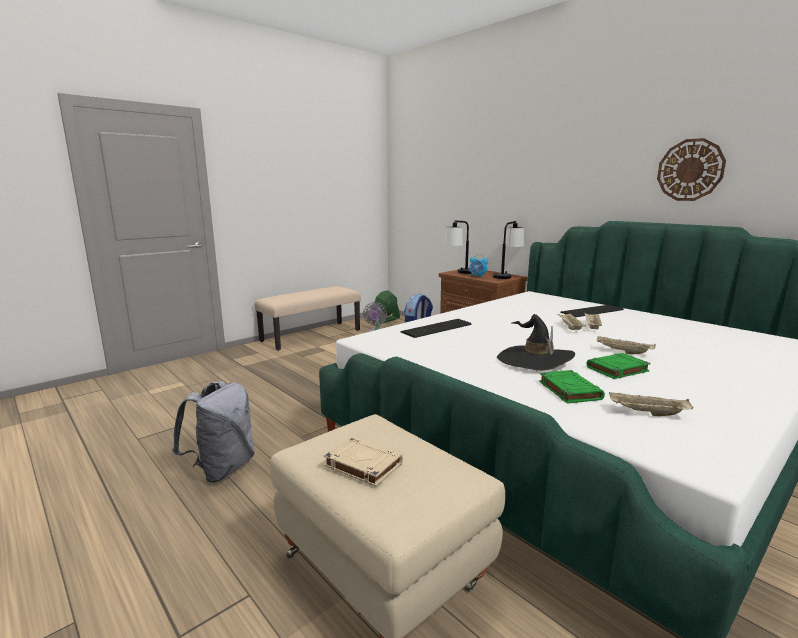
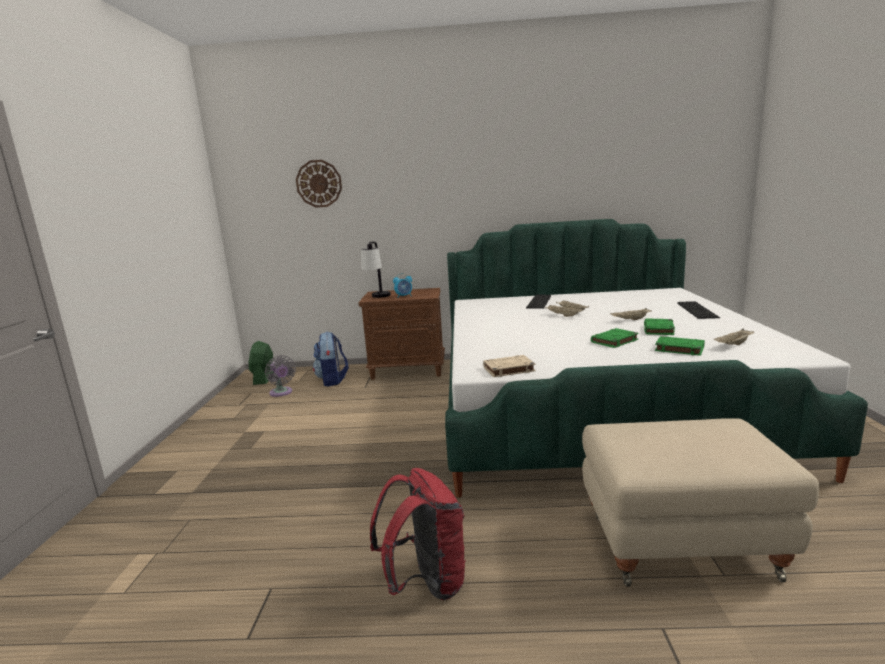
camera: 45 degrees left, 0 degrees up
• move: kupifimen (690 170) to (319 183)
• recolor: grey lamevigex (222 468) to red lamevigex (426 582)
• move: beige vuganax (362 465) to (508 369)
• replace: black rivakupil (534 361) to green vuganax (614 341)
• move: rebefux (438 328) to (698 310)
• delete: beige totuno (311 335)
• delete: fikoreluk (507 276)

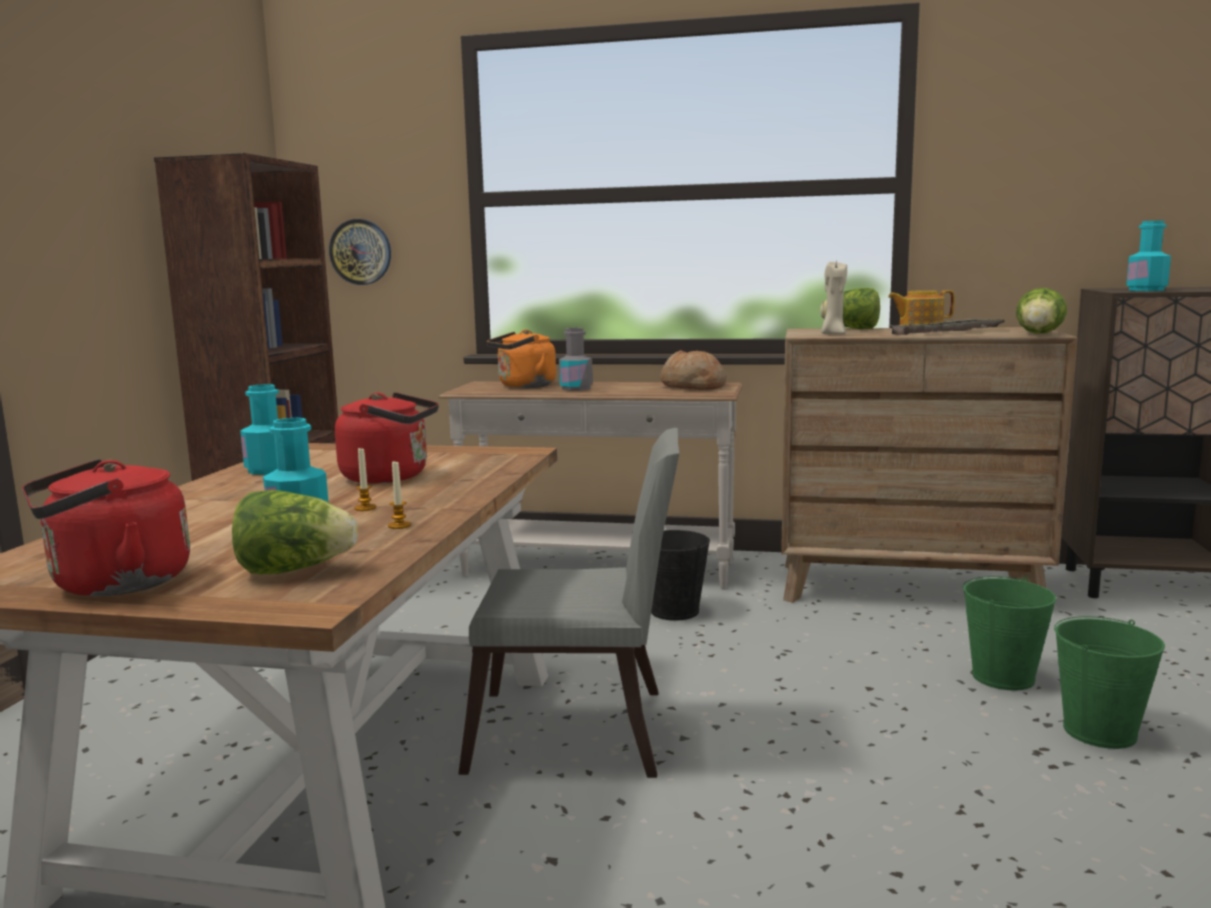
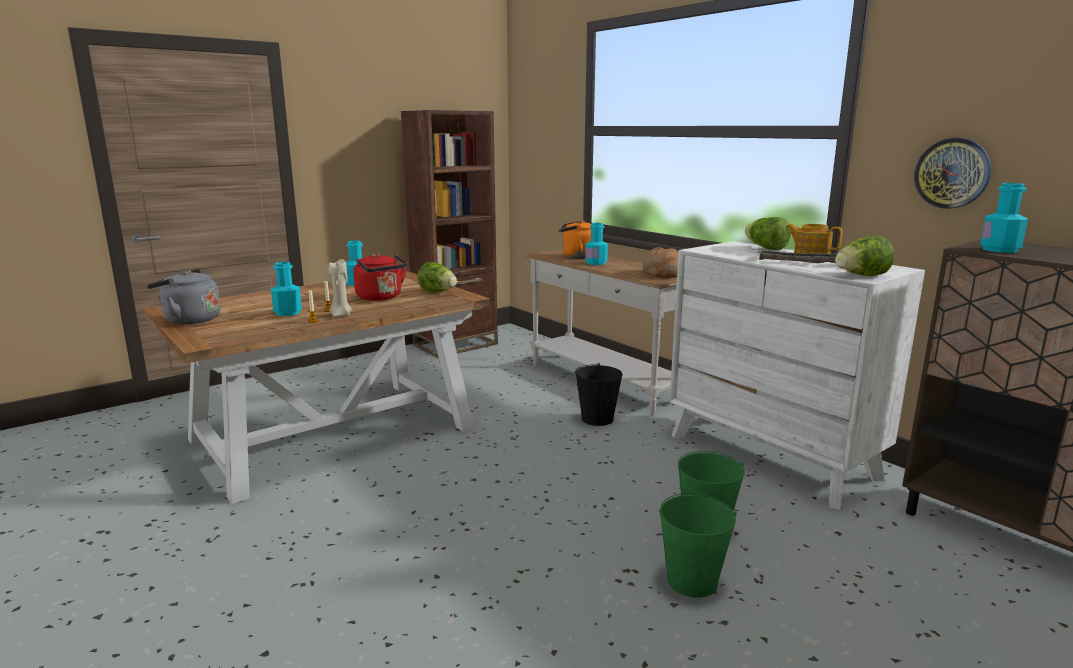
camera: 40 degrees right, 5 degrees up
• recolor: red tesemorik (113 585) to grey tesemorik (189 320)
• move: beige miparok (833 334) to (341 315)
• move: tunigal (295 570) to (438 292)
• recolor: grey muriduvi (576 388) to turquoise muriduvi (596 263)
• recolor: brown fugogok (907 588) to white fugogok (771 456)
• move: kupifimen (361 252) to (952 173)
• delete: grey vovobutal (582 734)

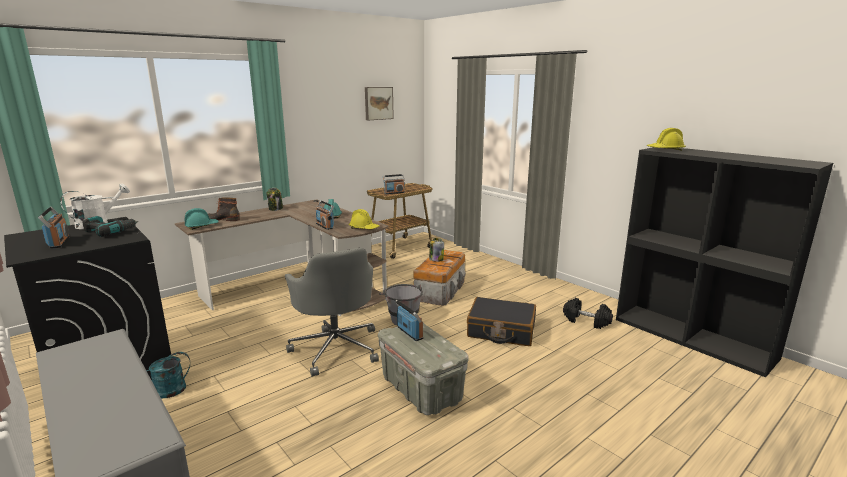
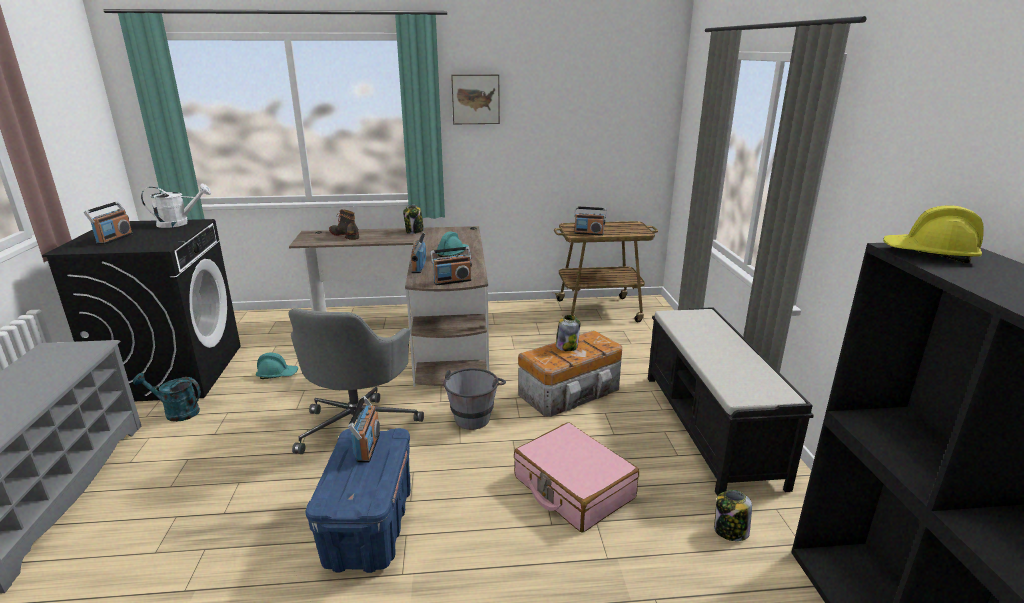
camera: 35 degrees right, 5 degrees up
• move: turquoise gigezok (201 226) to (277 374)
• recolor: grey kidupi (420 389) to blue kidupi (369 526)
• replace: yellow gigezok (364 228) to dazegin (452 281)
• move: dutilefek (378 103) to (475 99)
• recolor: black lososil (501 331) to pink lososil (573 488)
• insert: black totuno (710 428)
• replace: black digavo (586 321) to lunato (730 531)
• delete: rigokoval (110 231)

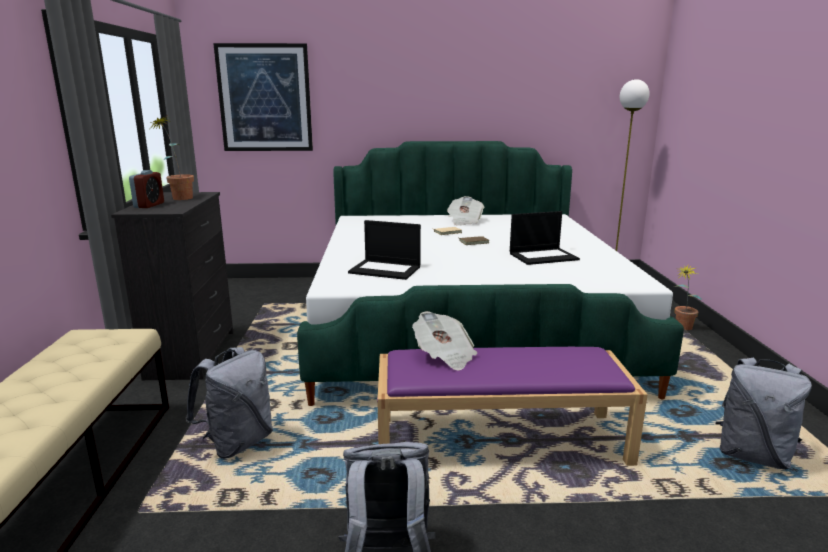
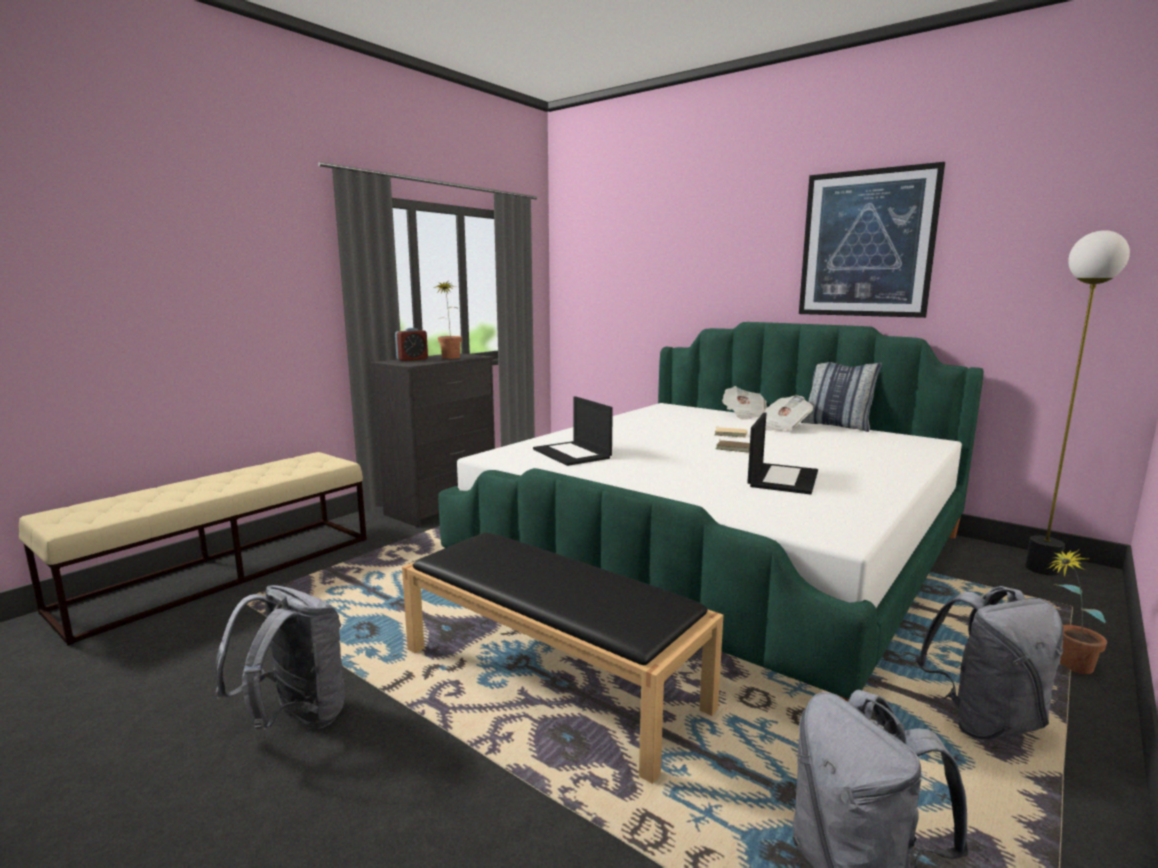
camera: 40 degrees right, 5 degrees down
• recolor: purple totuno (501 440) to black totuno (553 678)
• move: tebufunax (444 356) to (744 414)
• rotate: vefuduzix (543 256) = (782 478) 90 degrees counterclockwise
• move: dutilefek (265 98) to (866 244)
• insert: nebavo (837 425)
• move: grey lamevigex (237 443) to (984 721)

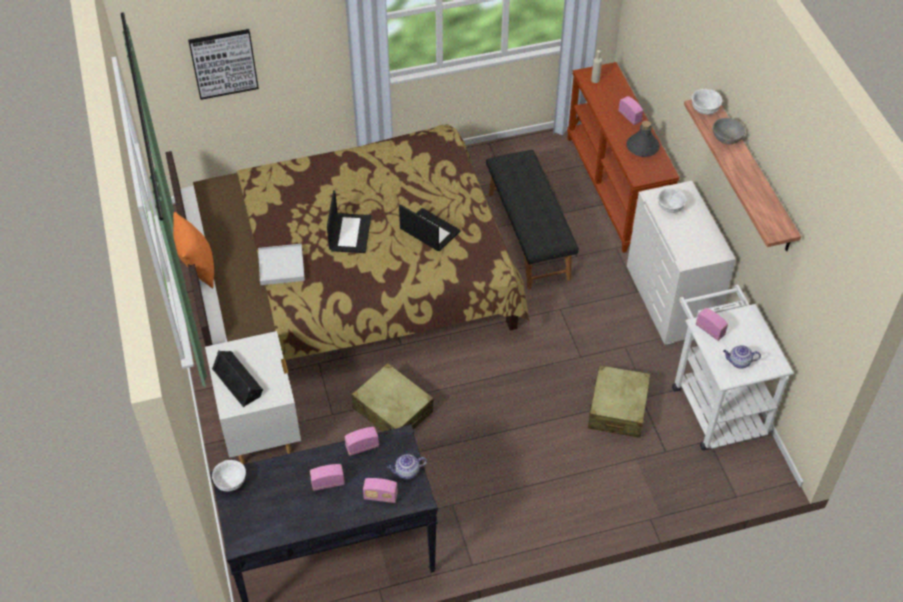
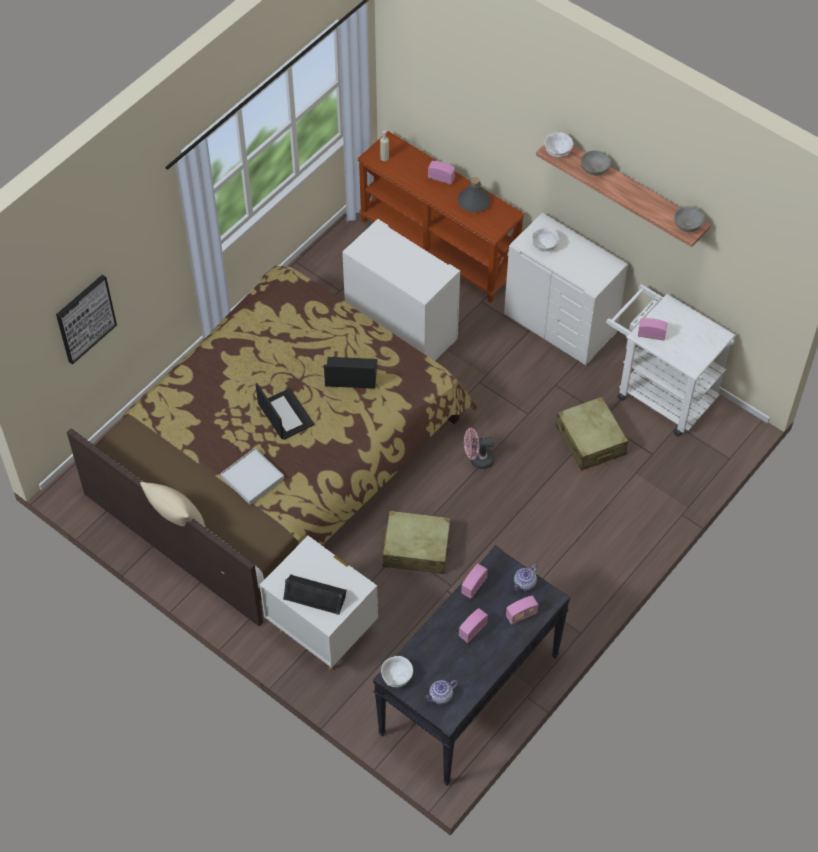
camera: 35 degrees left, 5 degrees up
• recolor: orange nebavo (198 269) to beige nebavo (177 522)
• replace: black totuno (527 235) to white fugogok (400 331)
• move: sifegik (738 362) to (440 696)
• insert: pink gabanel (477 460)
• insert: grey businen (686 226)

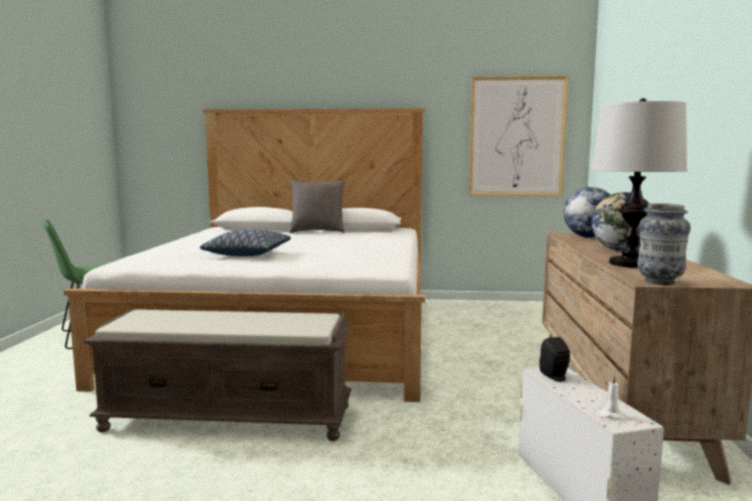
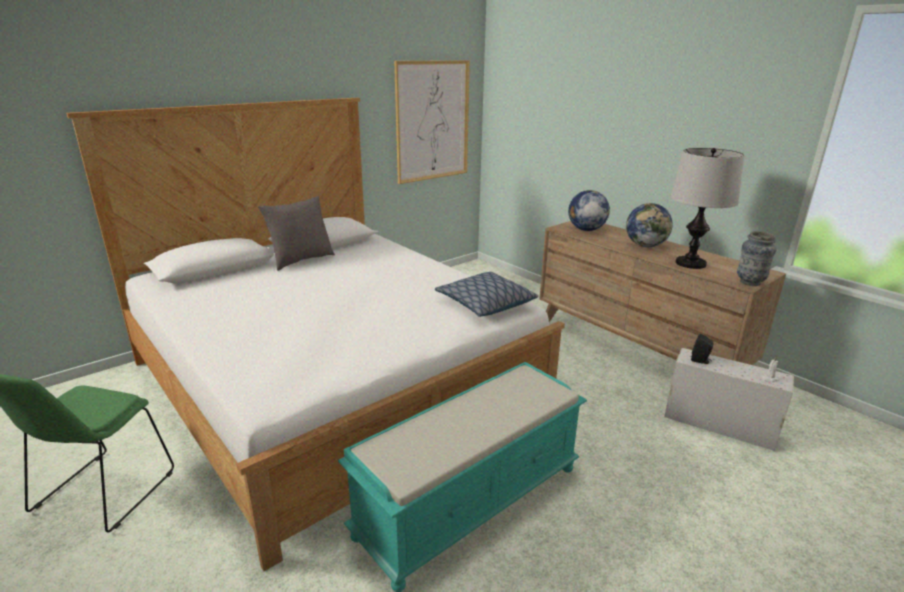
camera: 45 degrees left, 15 degrees up
• recolor: brown totuno (230 418) to turquoise totuno (470 499)
• move: nebavo (247 254) to (485 304)

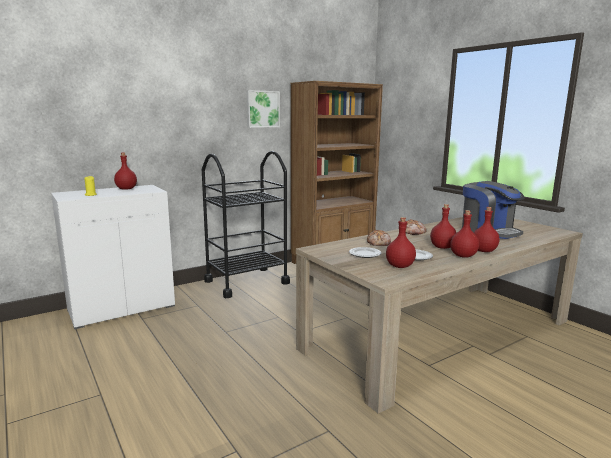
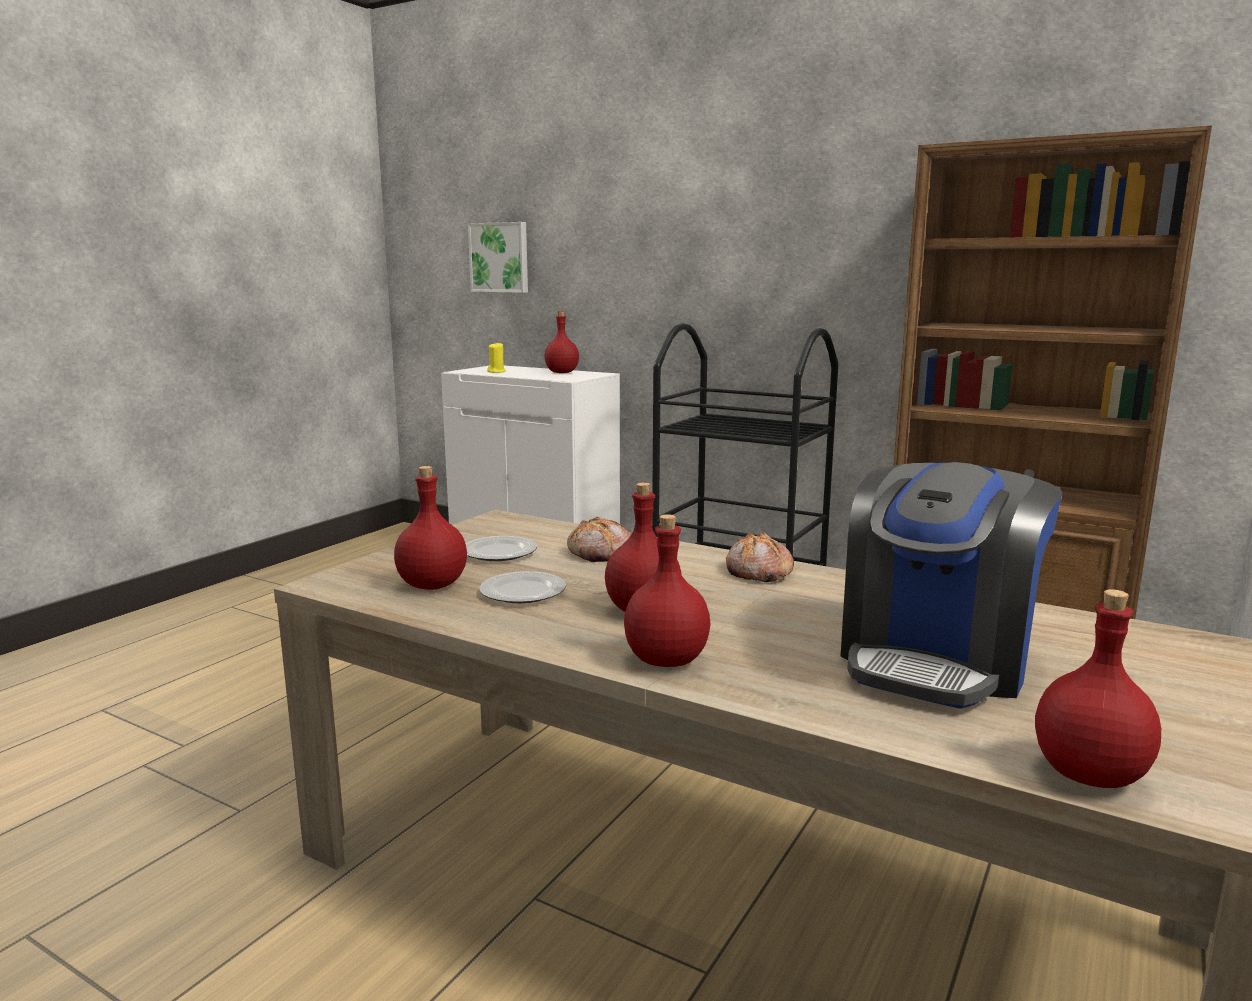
camera: 65 degrees right, 0 degrees up
• move: dutilefek (262 109) to (500 257)
• move: red muriduvi (463 256) to (1090 773)

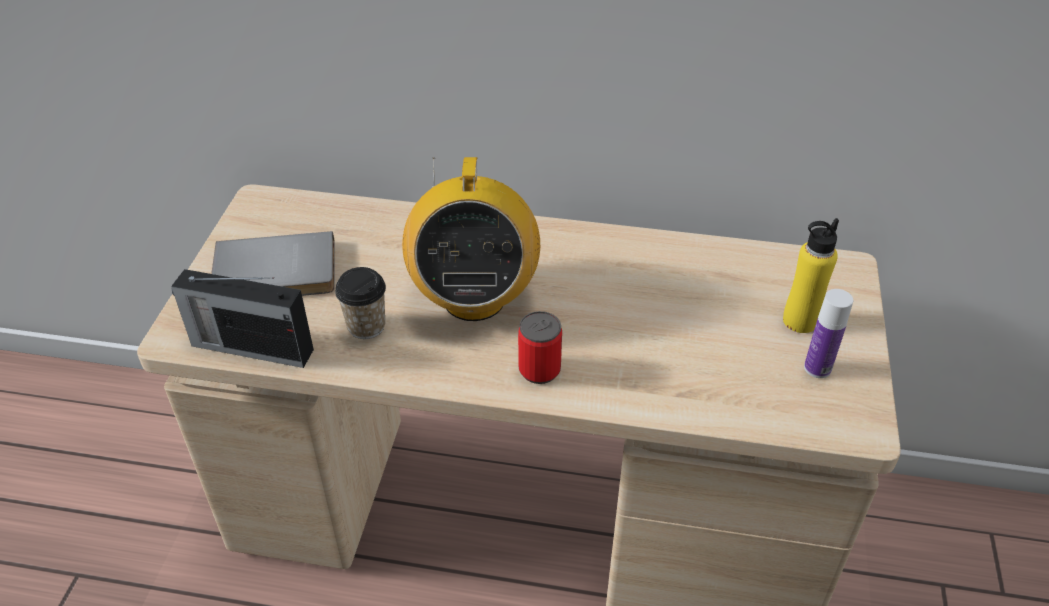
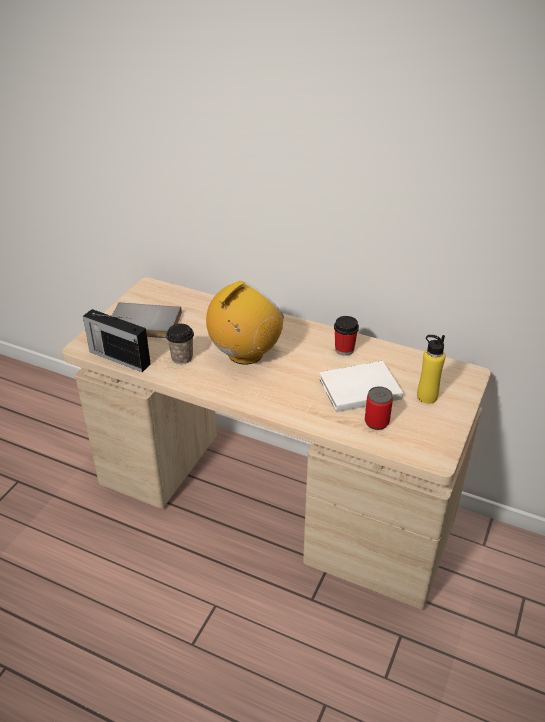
camera: 15 degrees right, 5 degrees down
• rotate: dazegin (473 298) = (245 353) 150 degrees counterclockwise
• insert: white vuganax (357 388)
• insert: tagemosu (344 349)
• move: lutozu (539 370) to (376 422)
• delete: muriduvi (817 368)

